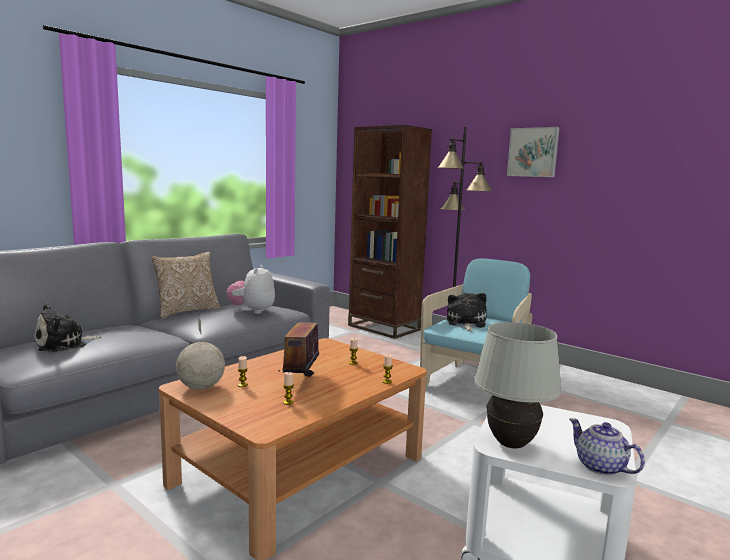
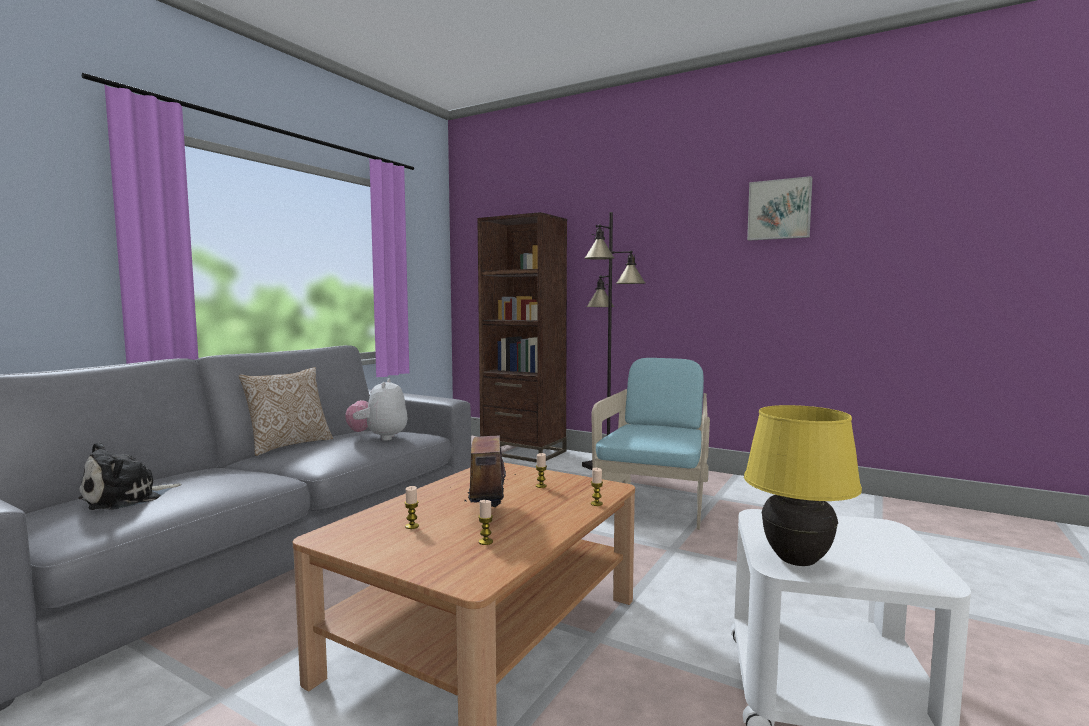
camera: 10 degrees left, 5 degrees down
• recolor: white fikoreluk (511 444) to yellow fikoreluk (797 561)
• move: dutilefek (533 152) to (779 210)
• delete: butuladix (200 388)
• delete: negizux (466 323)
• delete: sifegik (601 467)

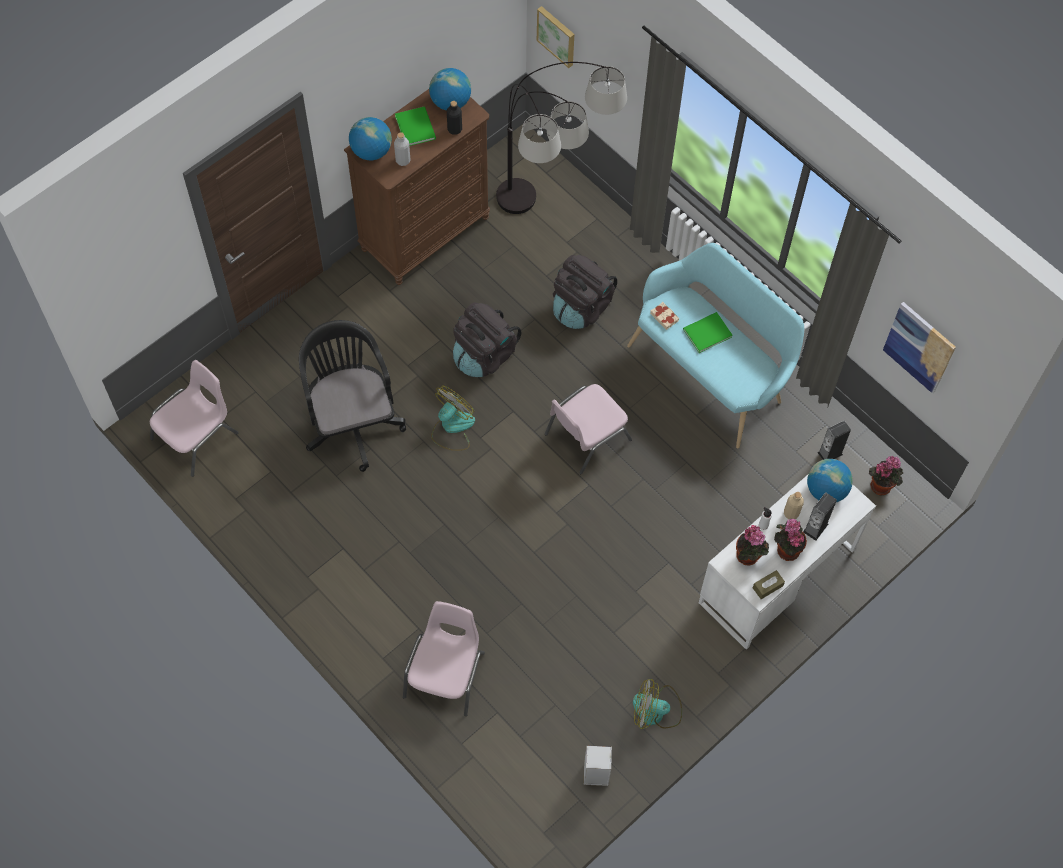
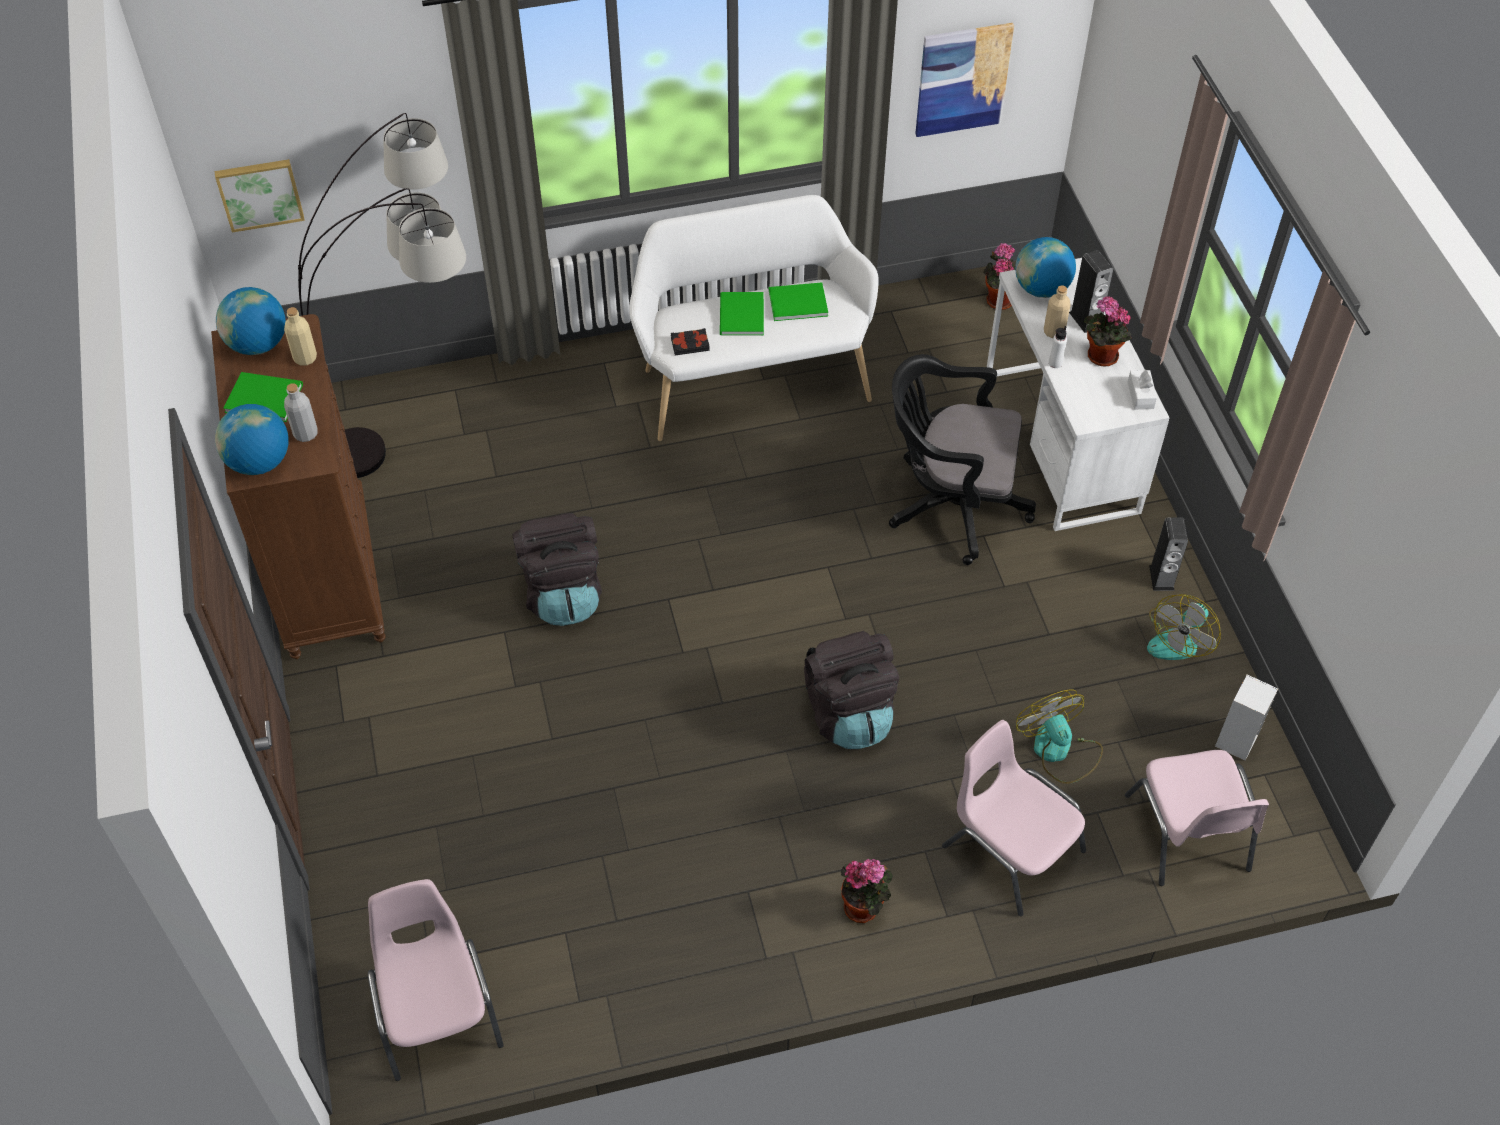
camera: 60 degrees left, 10 degrees down
• recolor: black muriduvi (454 129) to beige muriduvi (305 358)
• recolor: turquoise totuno (711 372) to white totuno (751 379)
• recolor: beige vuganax (664 317) to black vuganax (690 344)
• insert: green vuganax (796 302)
• move: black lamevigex (581 307) to (848 713)
• move: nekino (749 557) to (864 907)
• move: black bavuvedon (352 421) to (950 505)
• move: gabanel (452 427) to (1059 750)
• move: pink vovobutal (586 437) to (1188 834)
• recolor: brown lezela (767 587) to white lezela (1140 395)
• move: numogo (830 453) to (1161 577)

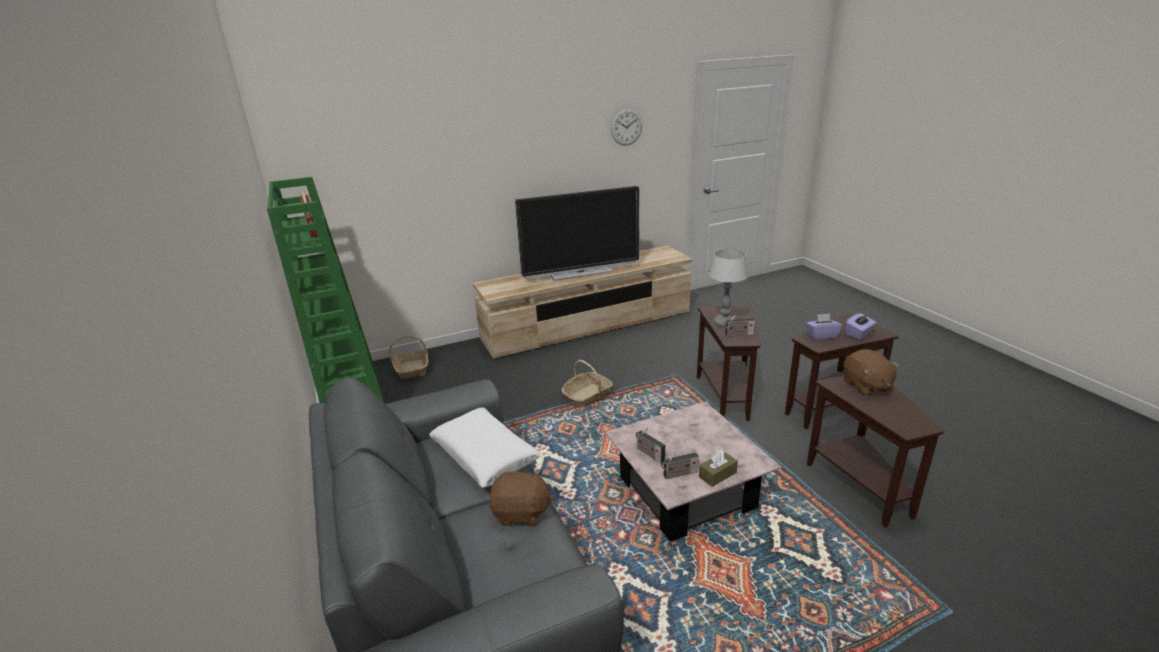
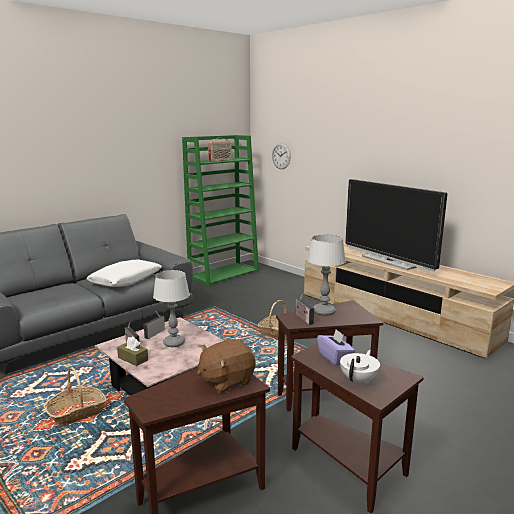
camera: 70 degrees right, 10 degrees down
• move: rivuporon (412 369) to (77 413)
• insert: fikoreluk (174 343)
• move: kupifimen (626 127) to (281 156)
• replace: purple lezela (858 334) to white sifegik (359 380)
• delete: brown negizux (521 513)

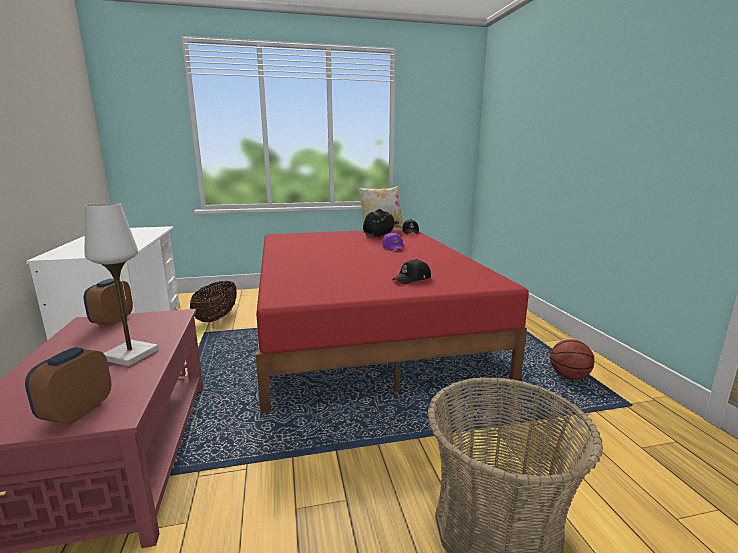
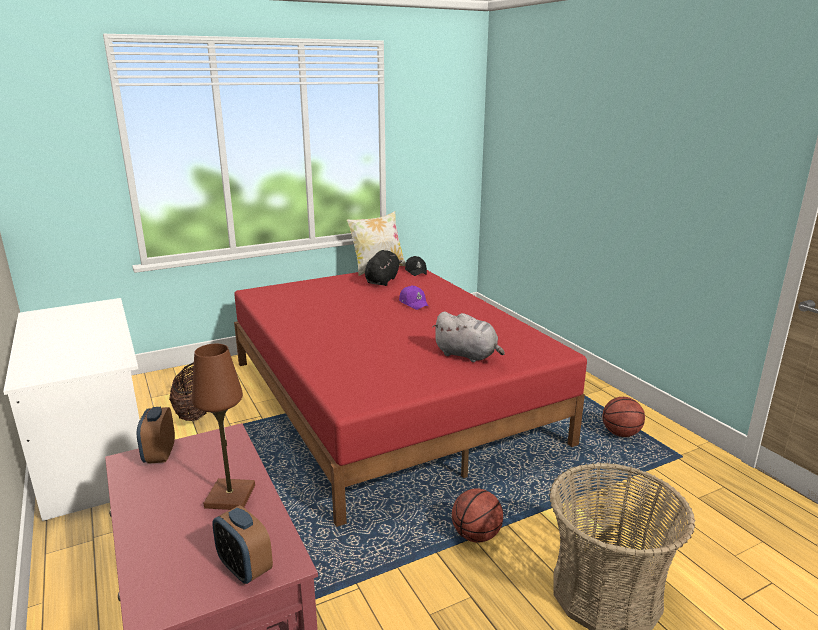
camera: 15 degrees left, 5 degrees up
• recolor: white fikoreluk (130 355) to brown fikoreluk (230 496)
• rotate: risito (77 412) = (245 569) 45 degrees counterclockwise
• replace: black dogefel (412 279) to grey negizux (468 355)
• insert: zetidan (476 535)

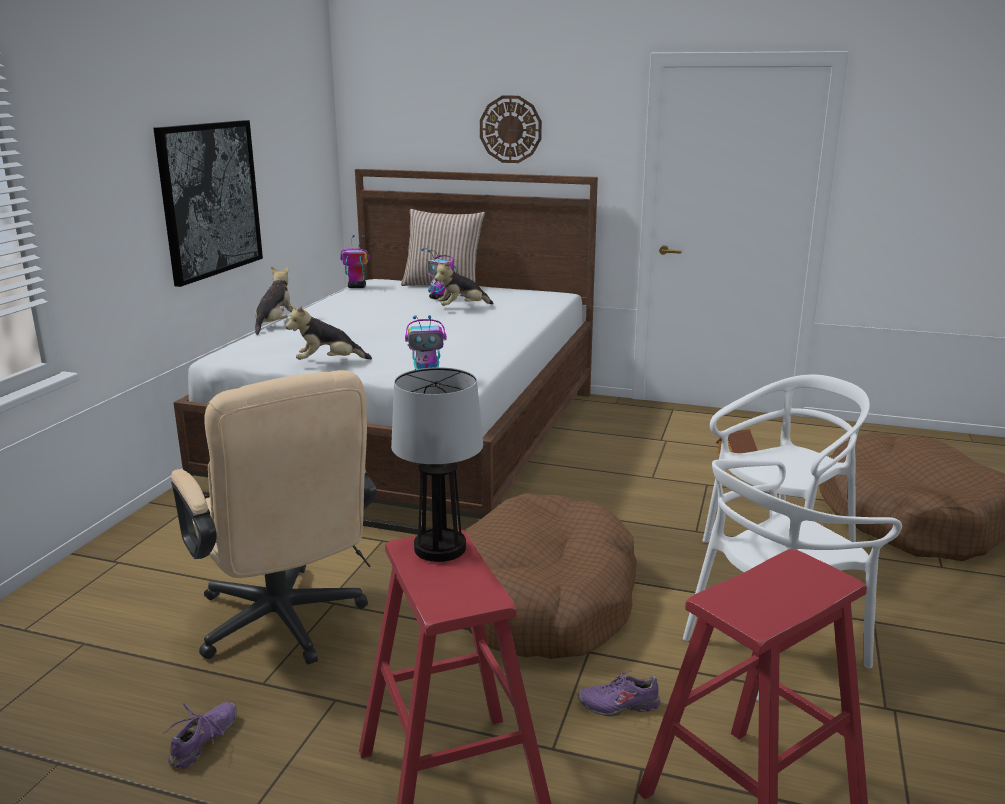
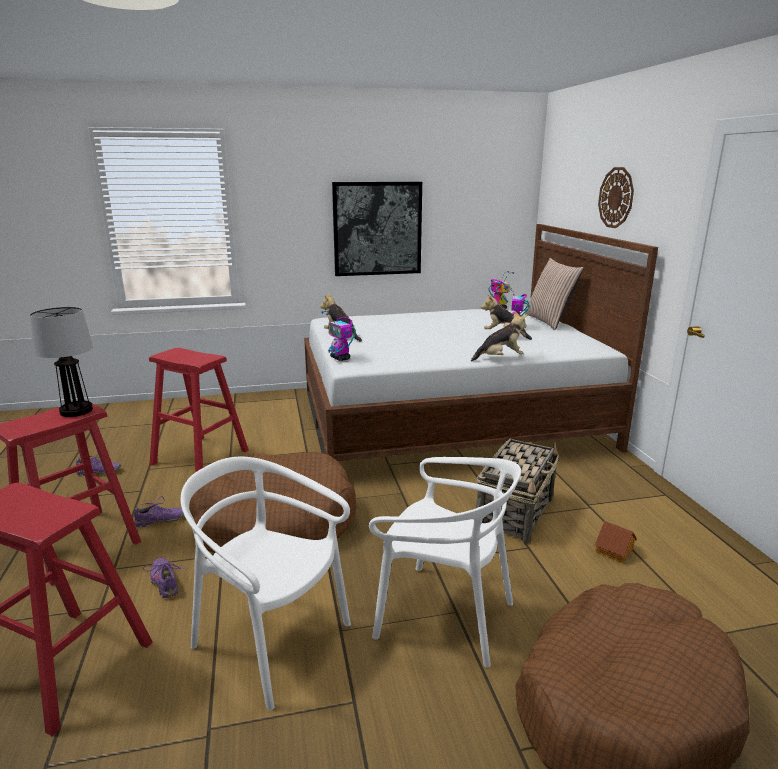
camera: 60 degrees right, 0 degrees up
• insert: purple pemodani (160 521)
• replace: beige bavuvedon (285 627) to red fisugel (200 457)
• move: negizux (275 324) to (500 358)
• insert: rivuporon (515 512)

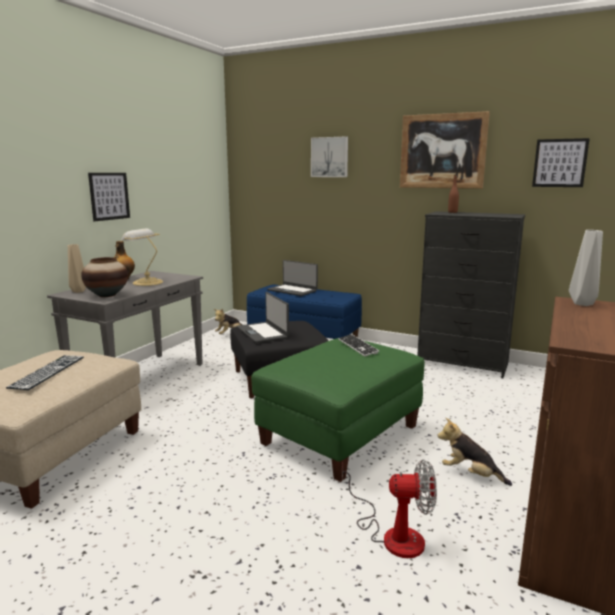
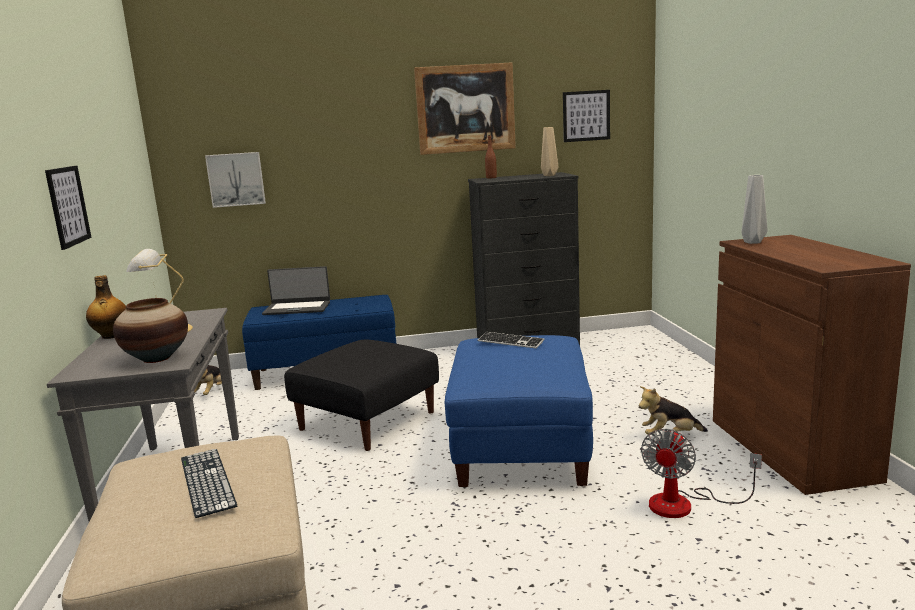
camera: 35 degrees left, 0 degrees up
• move: dutilefek (330 157) to (236 179)
• recolor: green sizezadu (340 435) to blue sizezadu (521 449)
• move: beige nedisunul (78 291) to (548 175)
• rotate: gabanel (392 534) = (684 504) 150 degrees clockwise
• delete: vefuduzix (263 332)

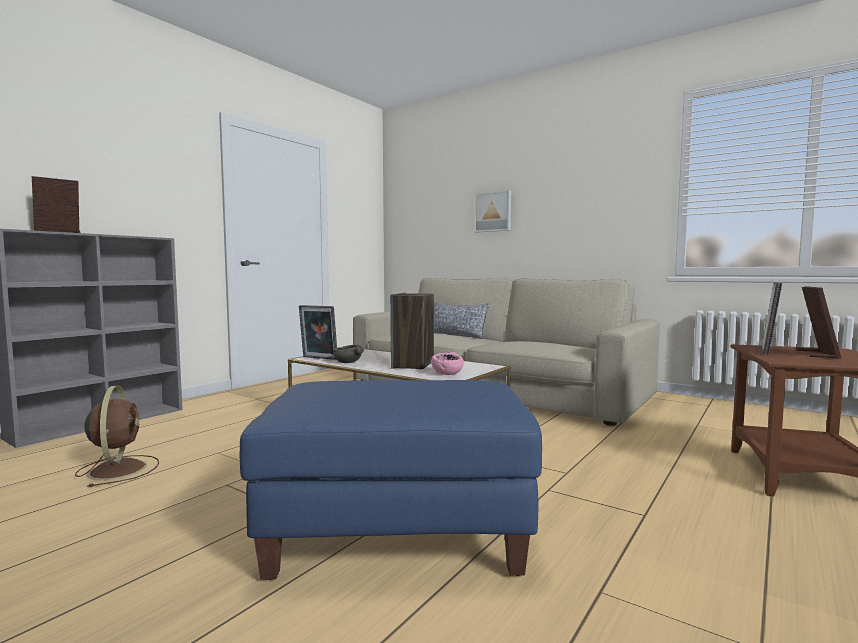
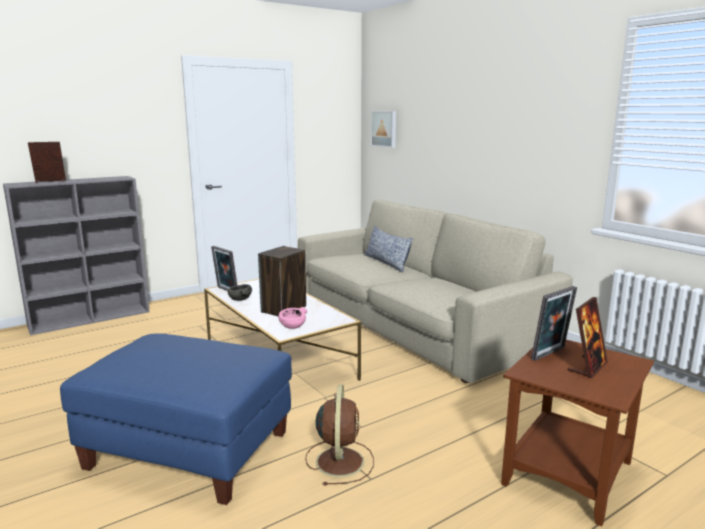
camera: 20 degrees right, 10 degrees up
• move: brown gabanel (118 469) to (340 460)
• move: dutilefek (493 212) to (384 129)

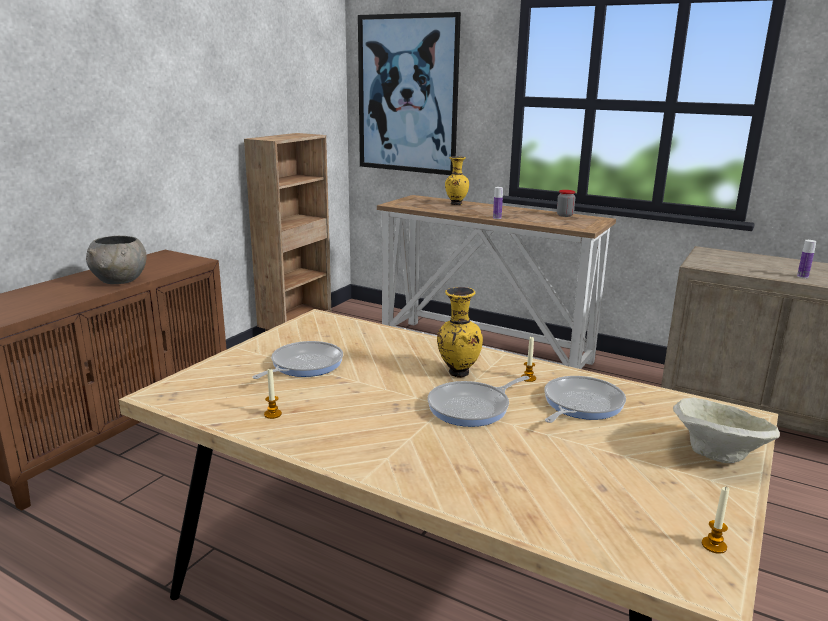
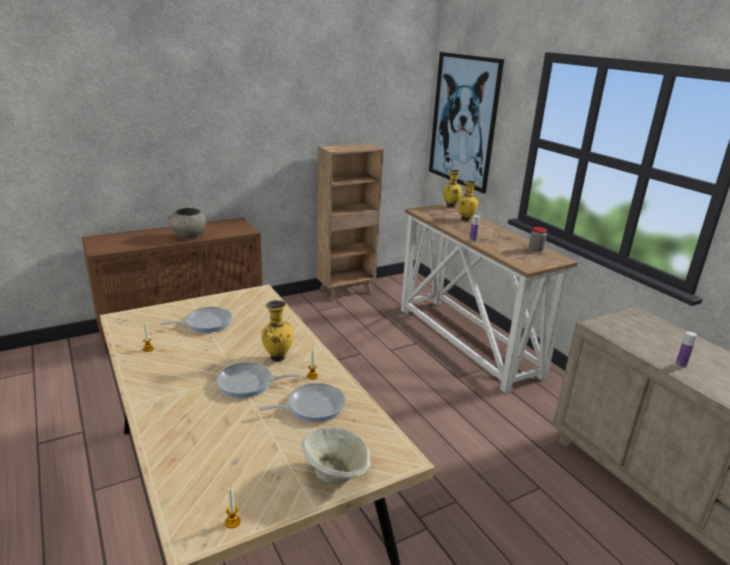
camera: 30 degrees right, 5 degrees up
• insert: yellow nedisunul (450 206)

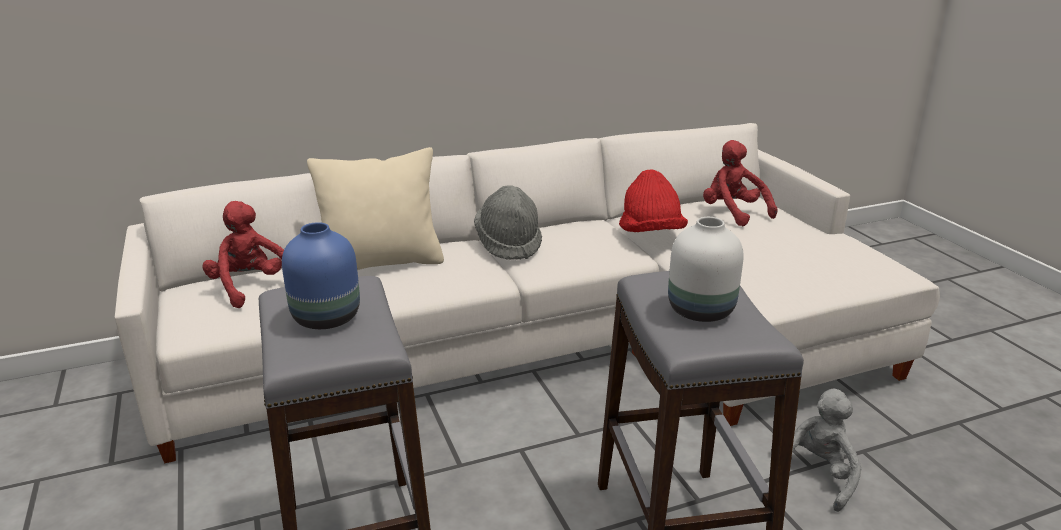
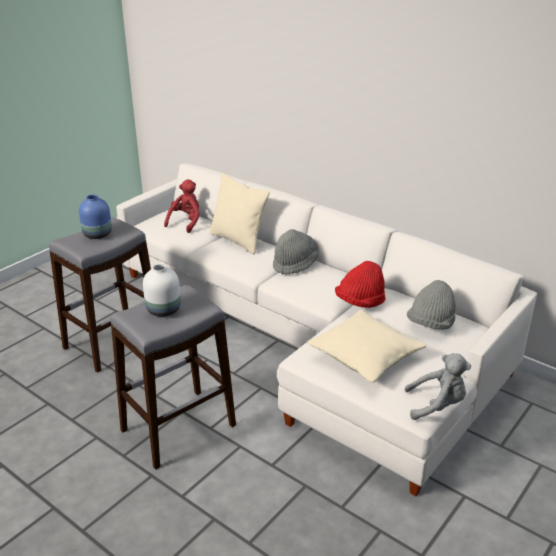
camera: 60 degrees right, 5 degrees up
• insert: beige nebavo (365 356)
• move: grey negizux (815 475) to (437 405)
• replace: red negizux (733 213) to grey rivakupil (430 324)

